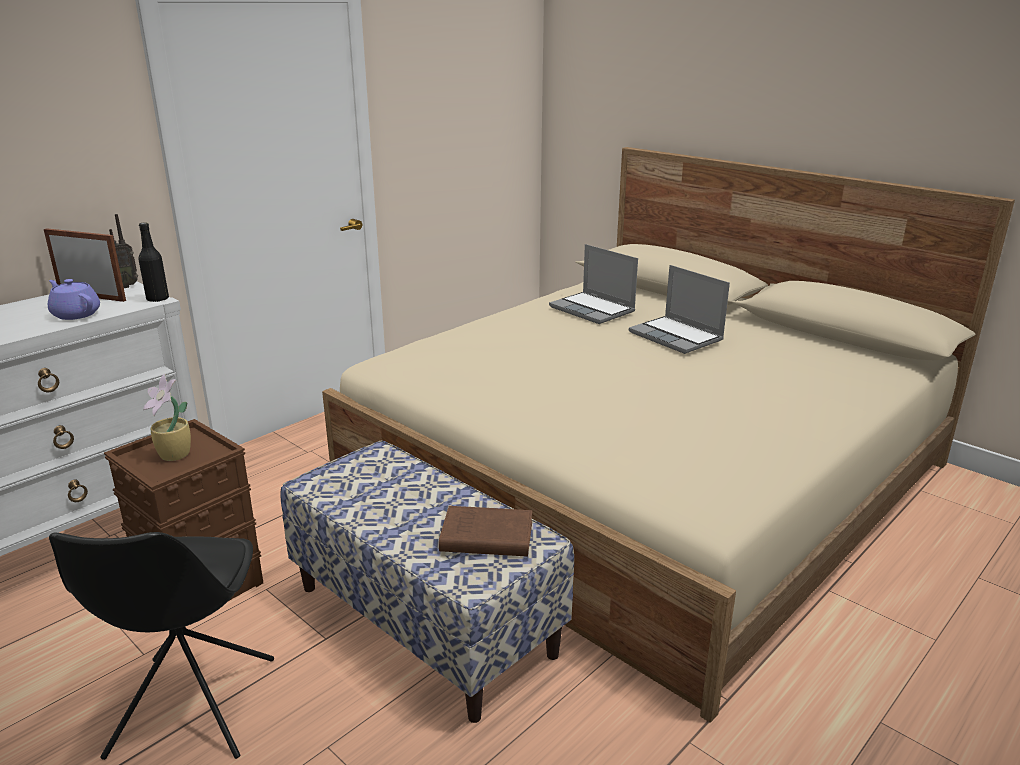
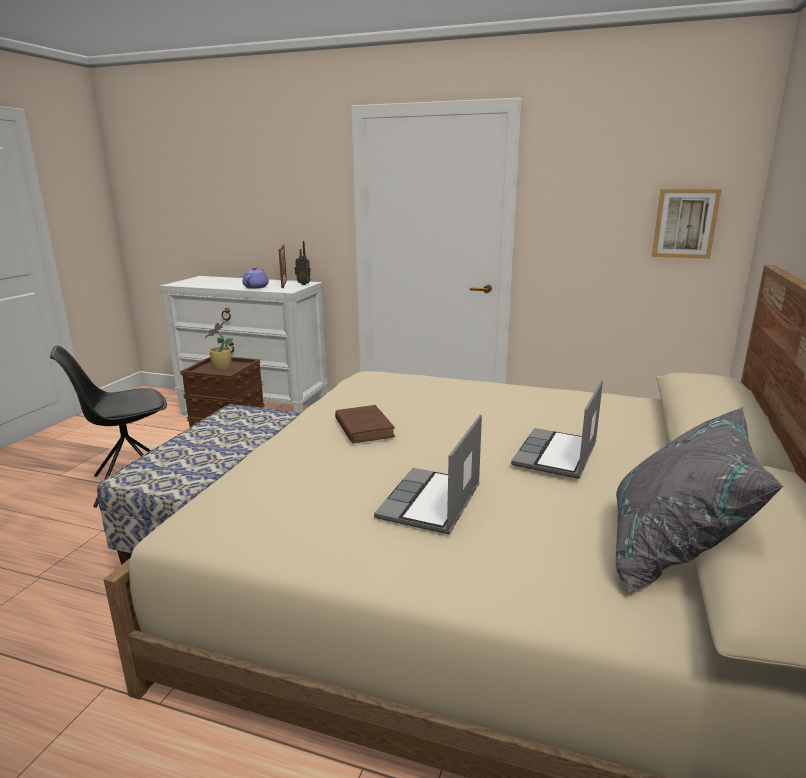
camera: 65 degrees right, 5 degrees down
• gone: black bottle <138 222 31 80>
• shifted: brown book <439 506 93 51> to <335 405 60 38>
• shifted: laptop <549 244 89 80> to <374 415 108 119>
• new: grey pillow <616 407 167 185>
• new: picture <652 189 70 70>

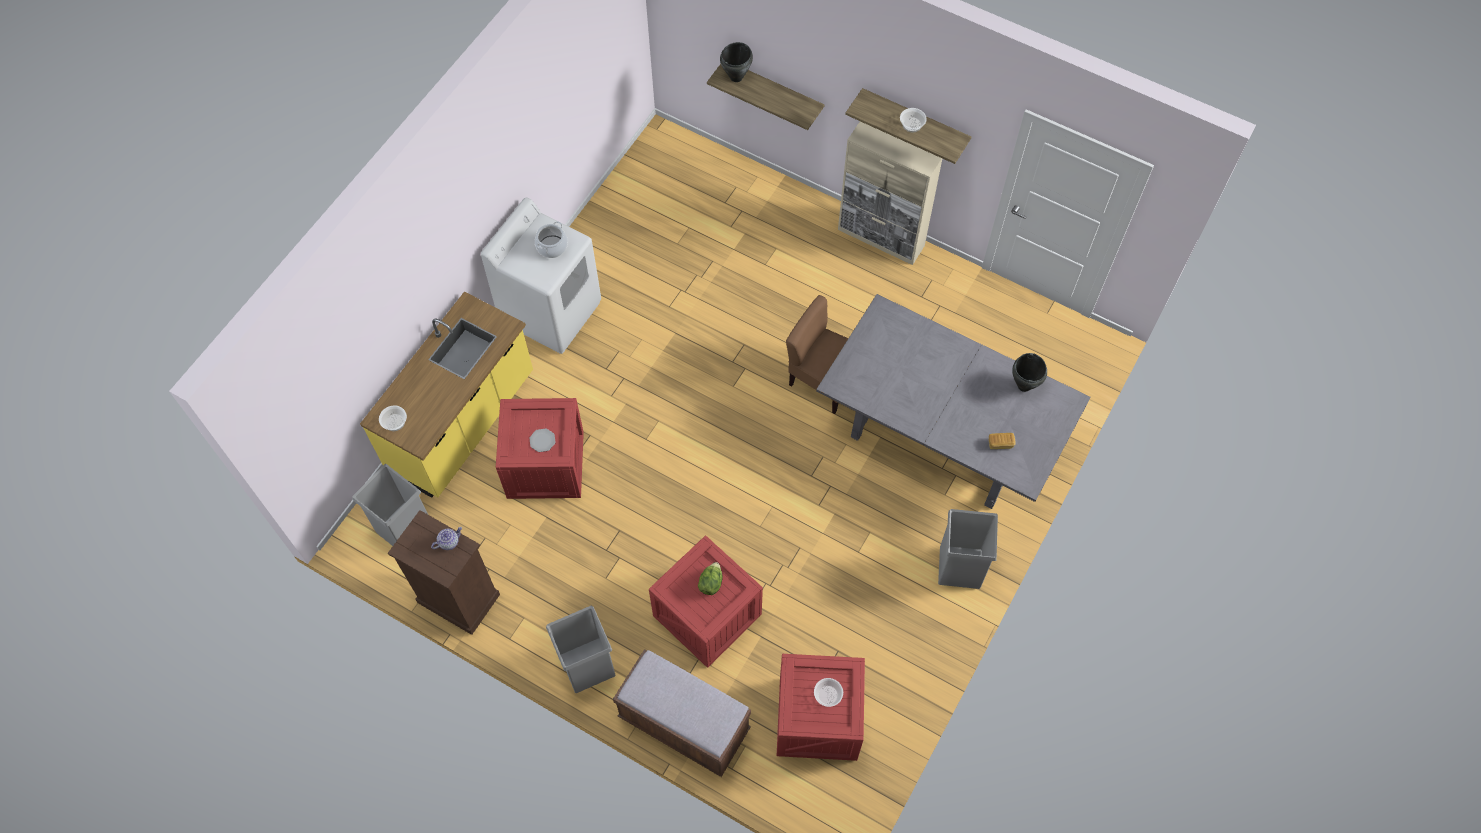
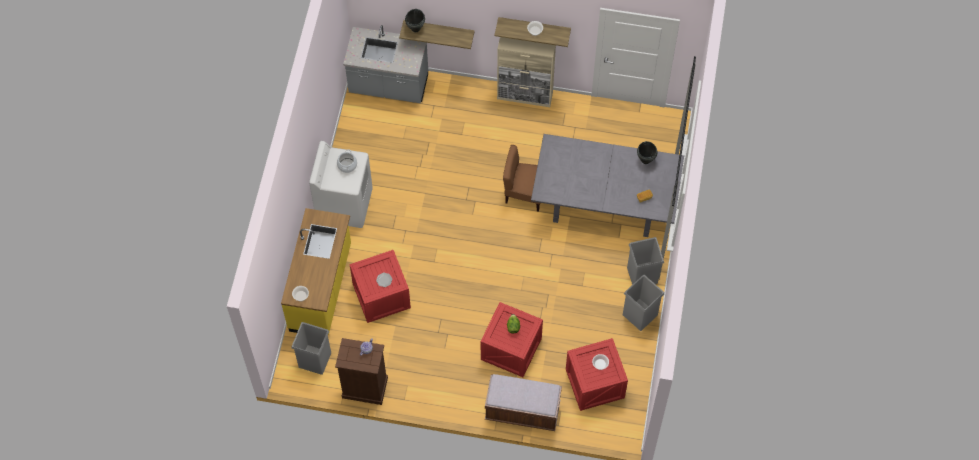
camera: 20 degrees left, 0 degrees up
• shifted: grey trash can <546 606 69 87> to <623 275 41 56>
• new: grey counter <343 25 85 78>

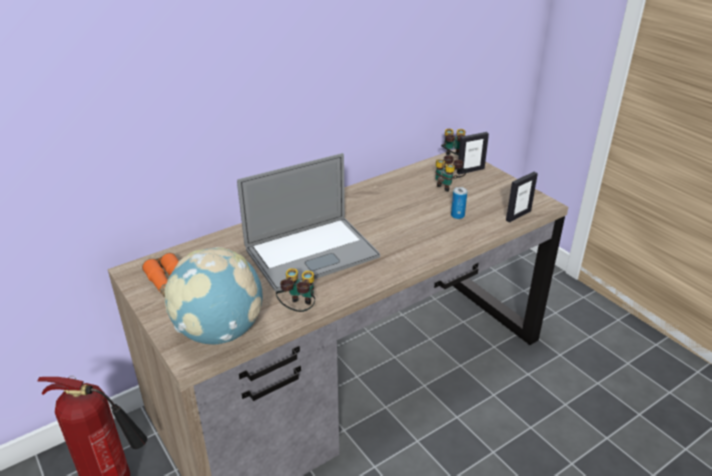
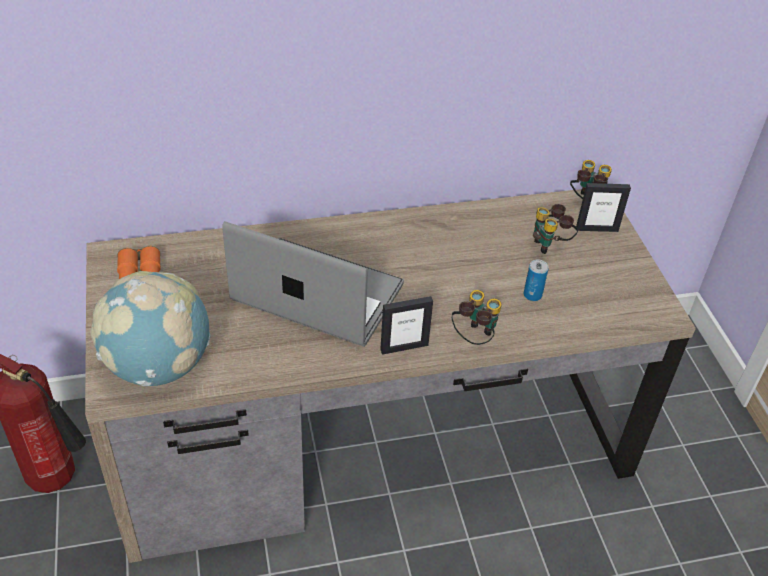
camera: 20 degrees right, 10 degrees up
• rotated: laptop <237 153 143 139> = <222 221 182 126> 150 degrees counterclockwise
• shifted: binoculars <276 268 39 44> to <452 290 50 55>
• shifted: picture frame <506 172 32 50> to <380 296 53 59>

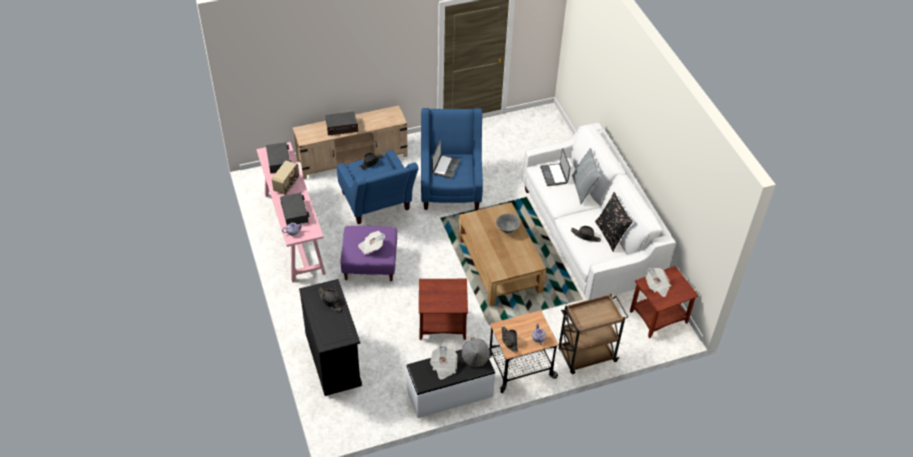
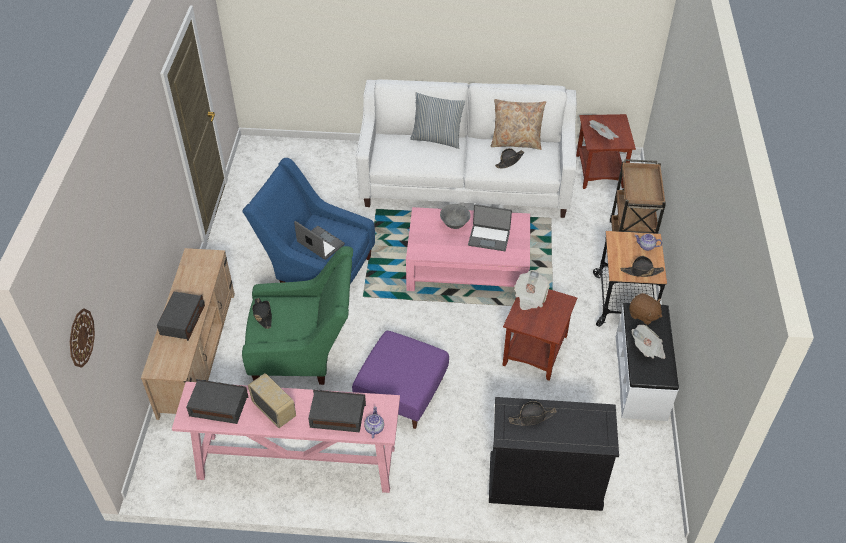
camera: 65 degrees left, 0 degrees up
• repainted: blue armchair <337 150 82 74> to green armchair <242 246 111 139>
• shifted: newspaper <358 231 27 24> to <514 270 36 40>
• repainted: brown coffee table <458 202 88 104> to pink coffee table <406 207 124 84>
• swapped: grey hat <461 337 29 30> to brown plush toy <629 293 33 32>
• shifted: laptop <540 148 30 38> to <468 204 44 47>
• repainted: black pillow <595 192 38 59> to beige pillow <491 99 55 51>
• new: wall clock <70 308 25 60>

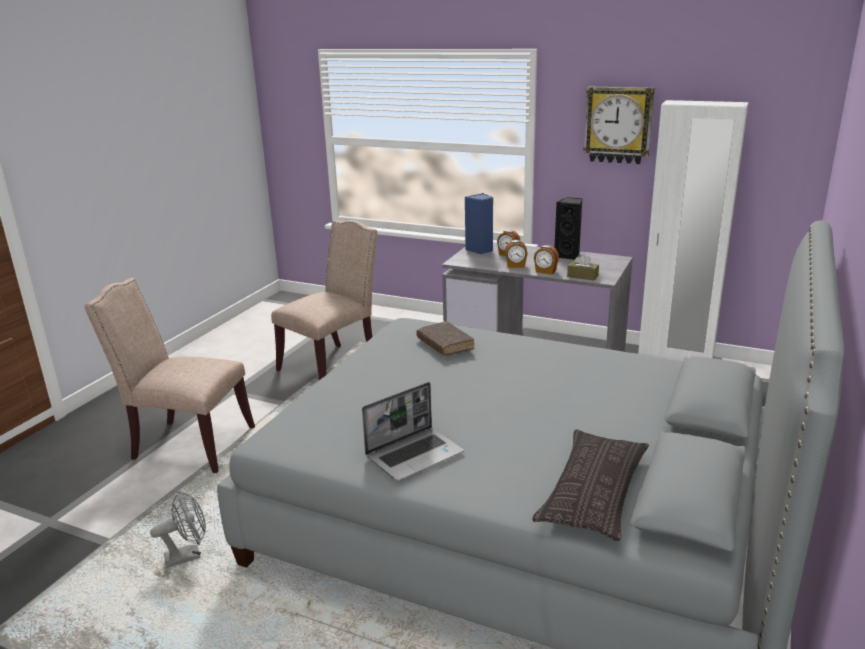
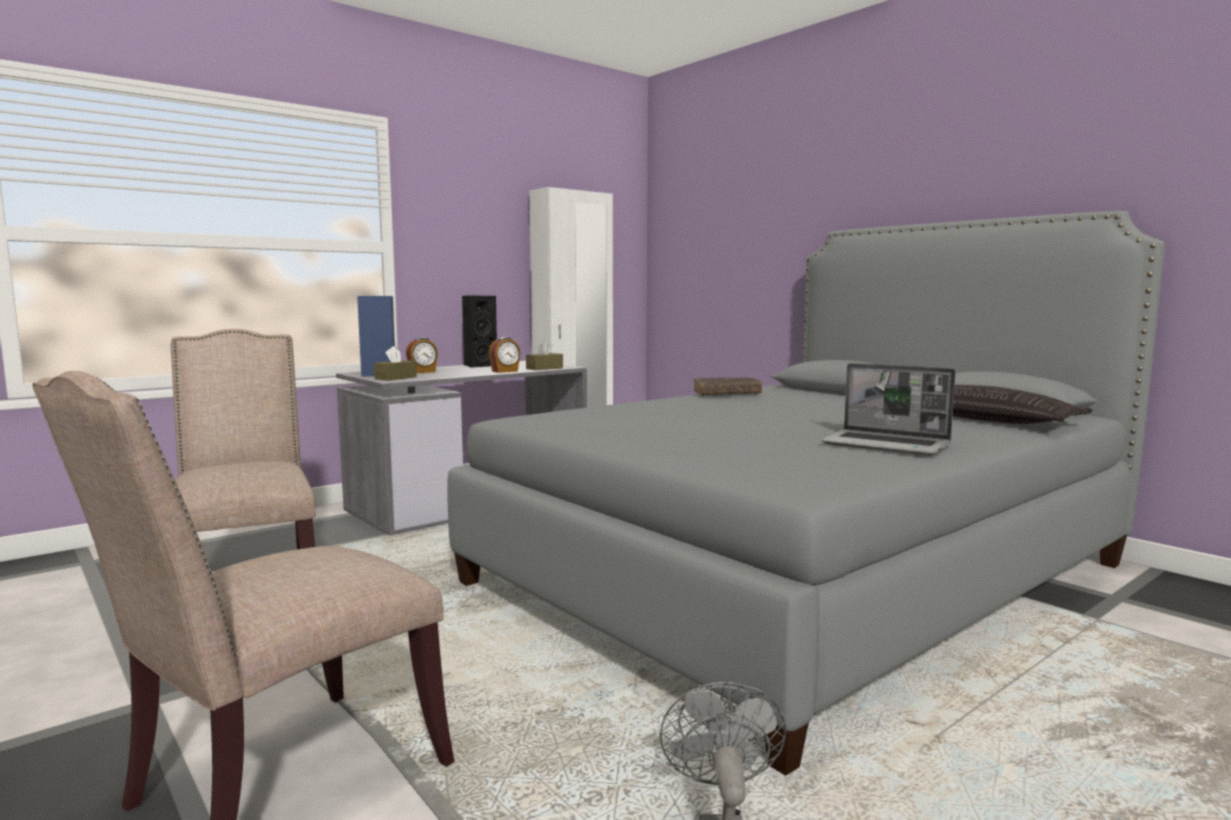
camera: 65 degrees left, 15 degrees down
• rotated: laptop <362 382 102 99> = <822 363 134 93> 135 degrees clockwise
• shifted: brown book <416 321 58 35> to <693 377 69 19>
• gone: alarm clock <505 240 23 28>
• gone: wall clock <583 87 72 77>
• new: brown tissue box <374 346 43 34>

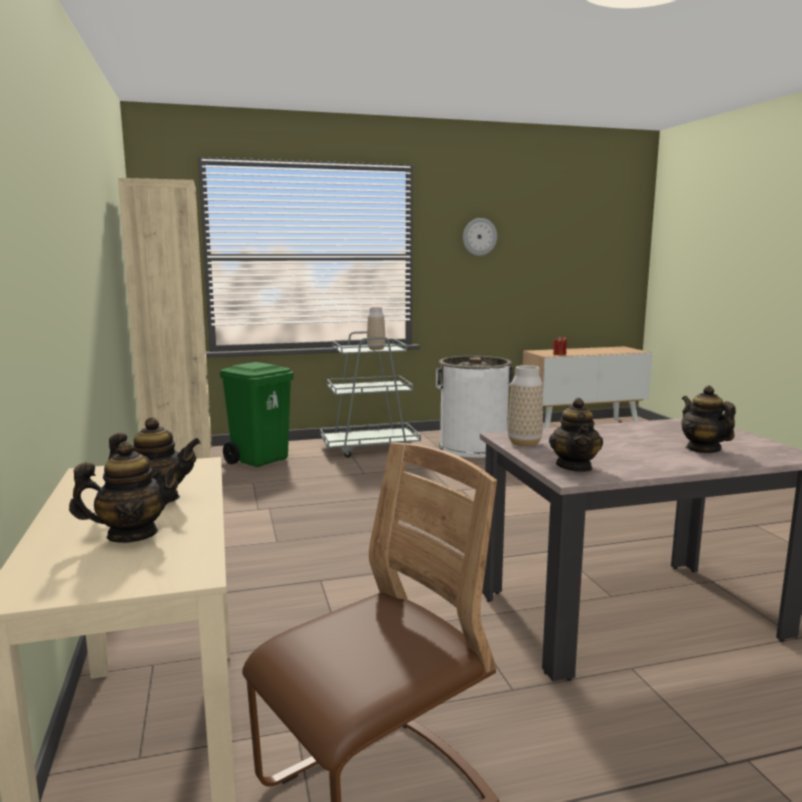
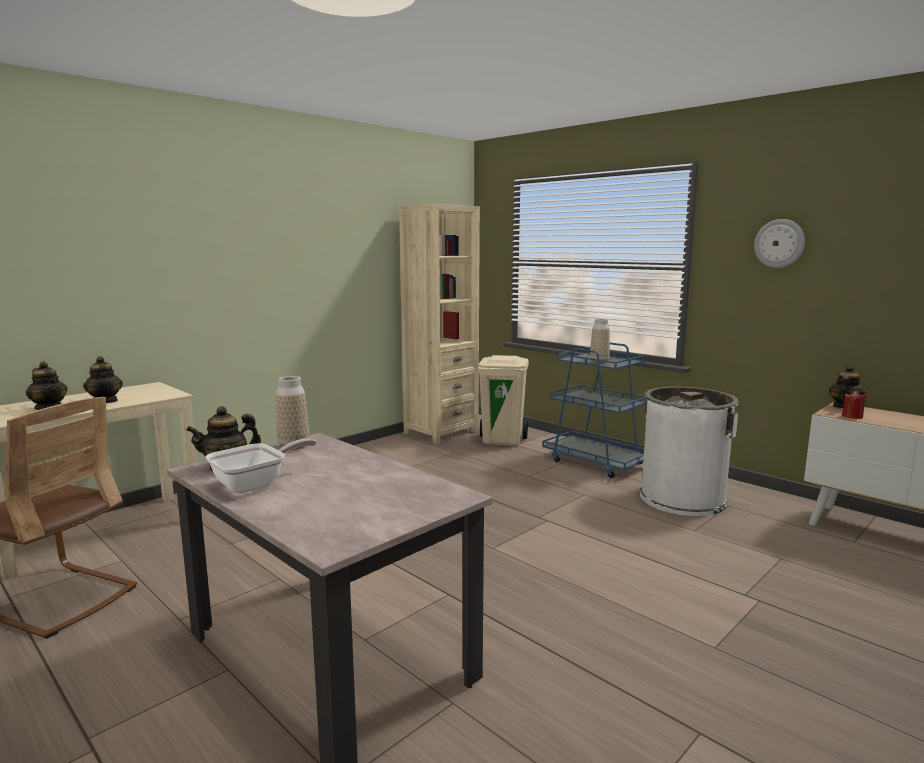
camera: 60 degrees right, 0 degrees up
• repainted: green trash can <220 362 74 105> to beige trash can <478 355 51 91>
• repainted: grey cart <320 331 101 127> to blue cart <542 342 104 136>
• shifted: teapot <681 385 55 68> to <829 366 37 42>
• new: frying pan <206 438 111 55>

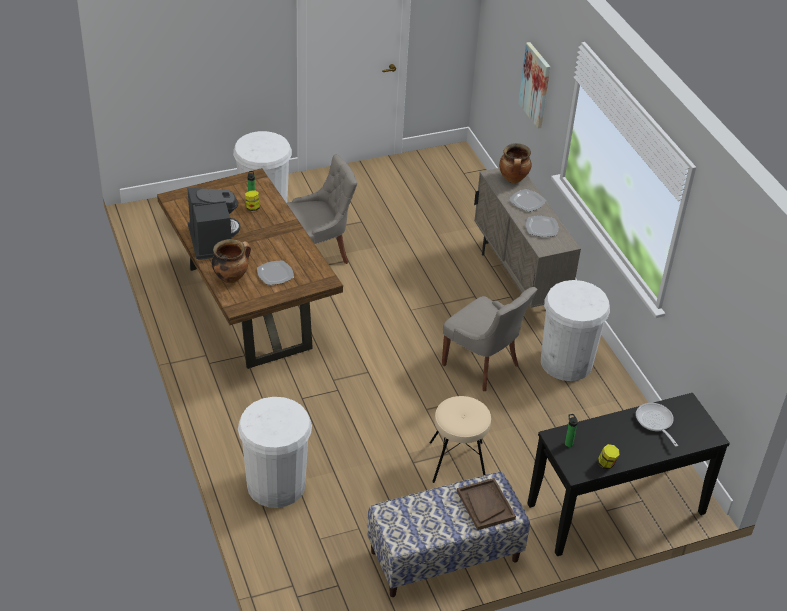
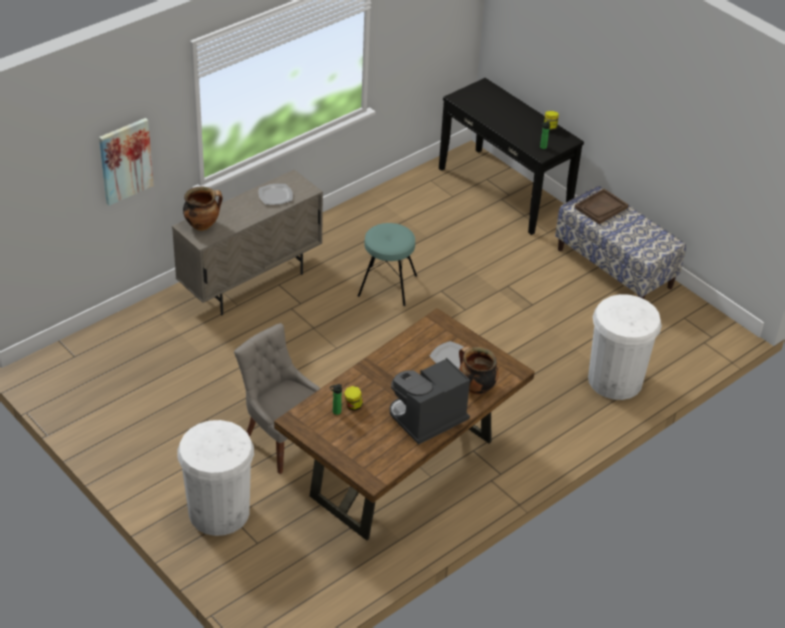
camera: 110 degrees left, 0 degrees up
• gone: beige stool <430 396 61 87>
• swapped: grey chair <442 287 95 104> to turquoise stool <358 223 59 83>
• gone: plate <509 189 37 23>
• gone: white trash can <541 280 69 101>
• gone: frying pan <636 403 42 44>

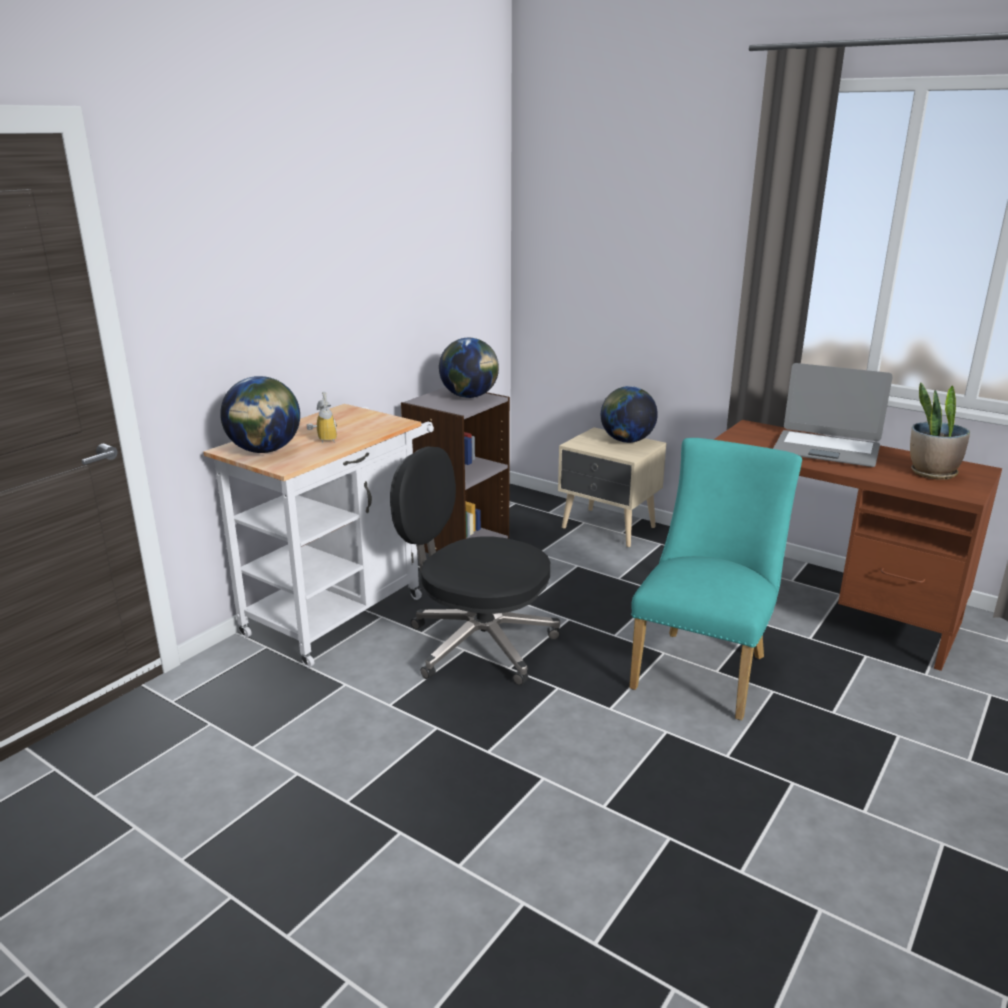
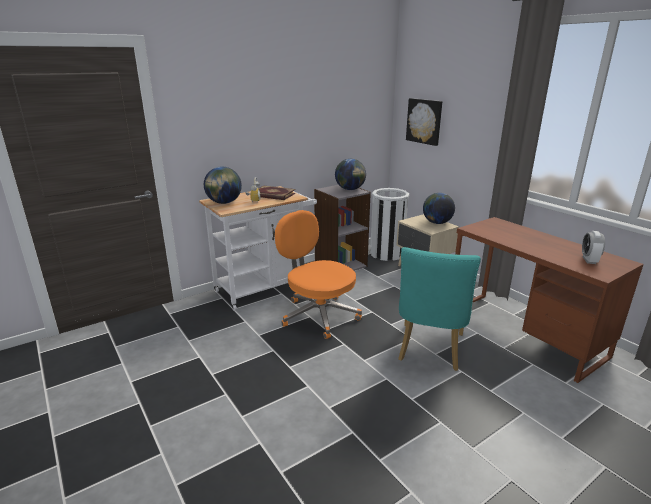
camera: 20 degrees right, 0 degrees up
• repainted: black office chair <390 446 170 239> to orange office chair <275 210 87 129>
• rotated: turquoise chair <629 438 173 282> = <398 247 83 124> 150 degrees clockwise
• gone: laptop <773 363 120 104>
• swapped: potted plant <910 383 60 97> to alarm clock <582 231 23 33>
• new: book <259 186 37 14>
• new: white trash can <370 188 40 73>
• new: picture <406 98 36 48>

